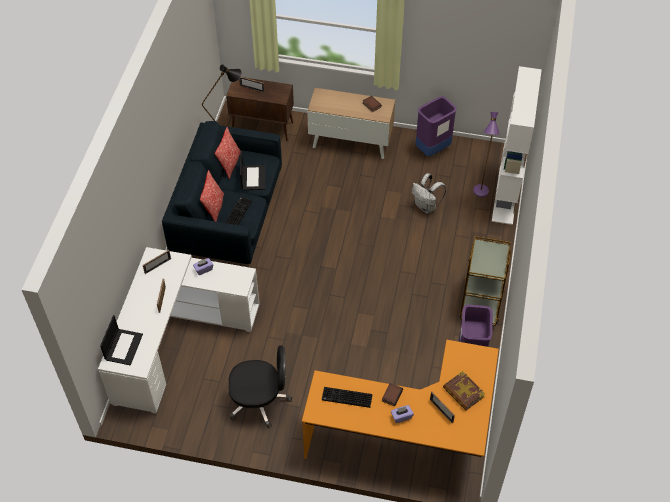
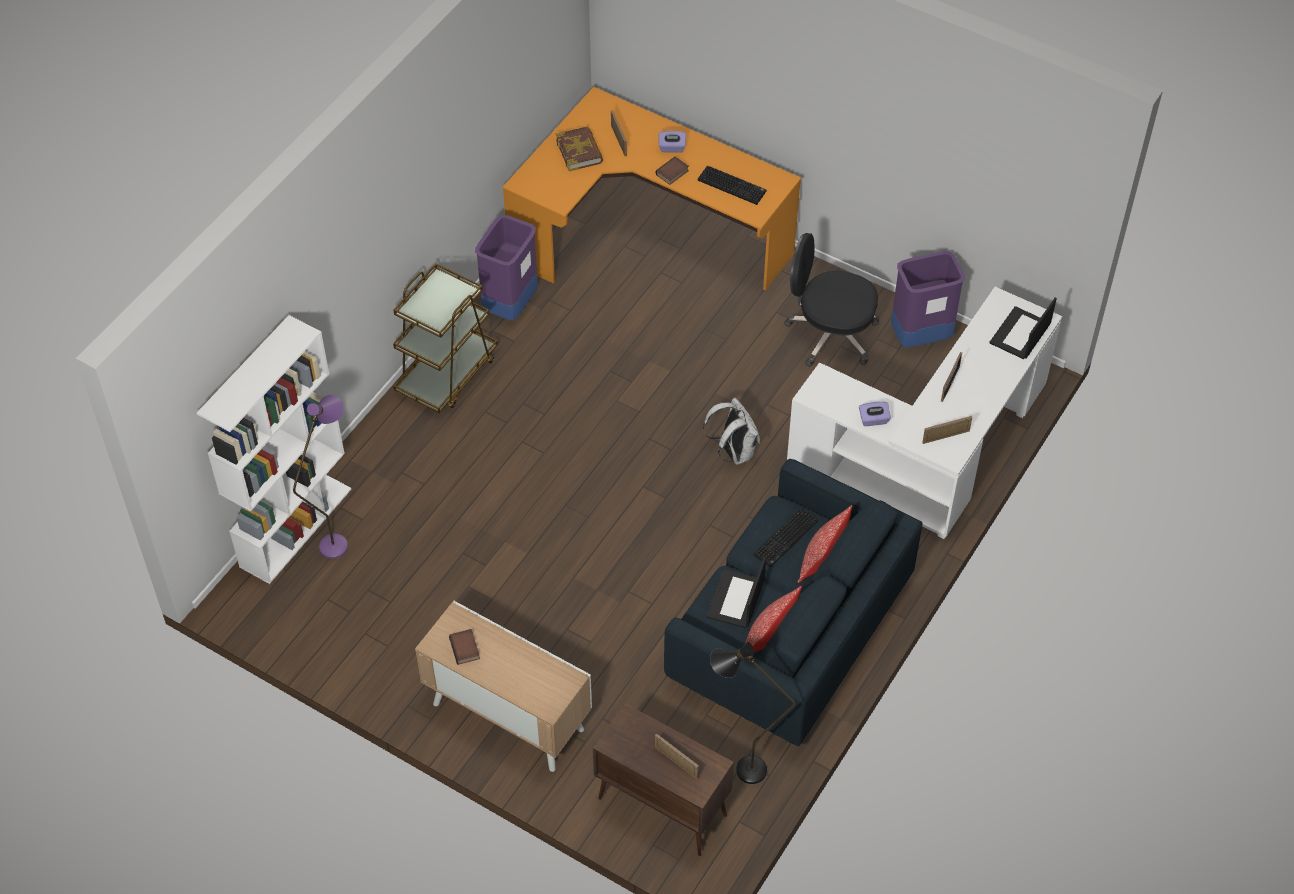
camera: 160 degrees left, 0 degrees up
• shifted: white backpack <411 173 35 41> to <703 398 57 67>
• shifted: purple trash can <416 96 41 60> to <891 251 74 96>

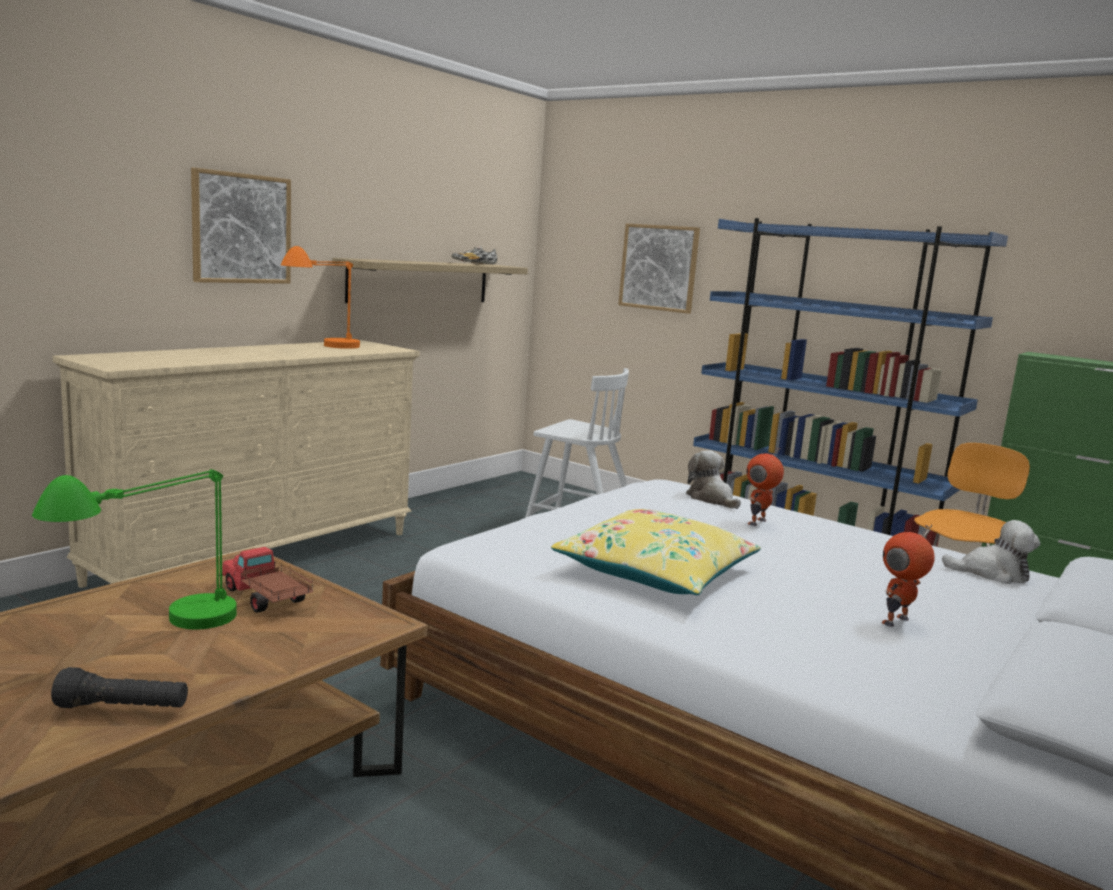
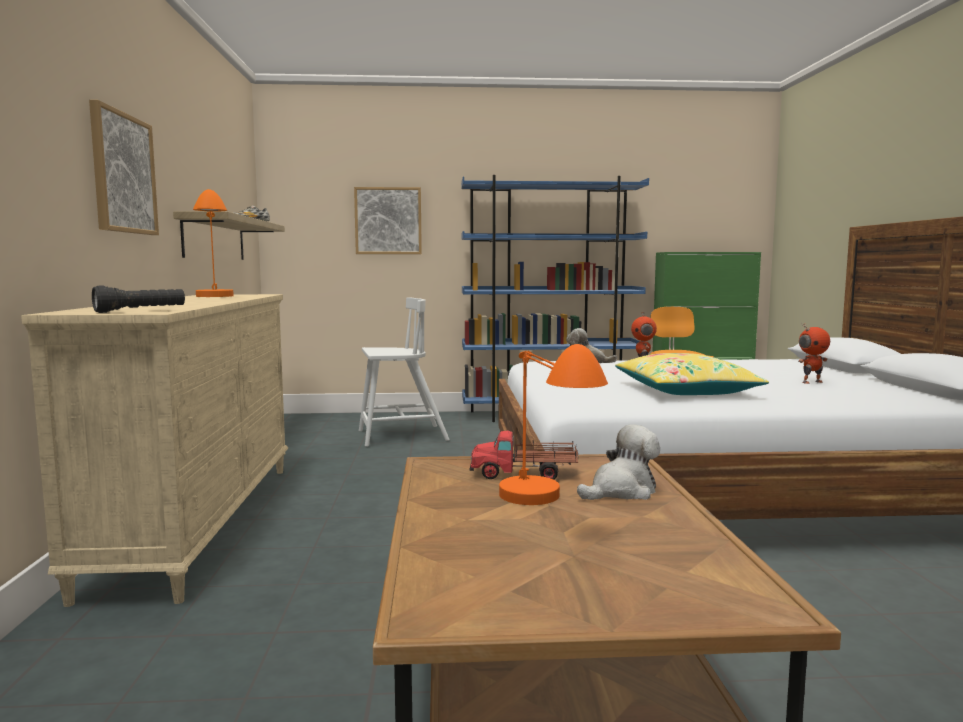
camera: 40 degrees left, 5 degrees down
• repainted: green table lamp <32 469 205 161> to orange table lamp <499 344 109 161>
• shifted: black flashlight <51 667 137 41> to <92 286 93 27>
• rotated: toy robot <882 524 53 103> = <798 323 32 61> 120 degrees counterclockwise
• shifted: plush toy <942 520 98 64> to <577 424 83 76>

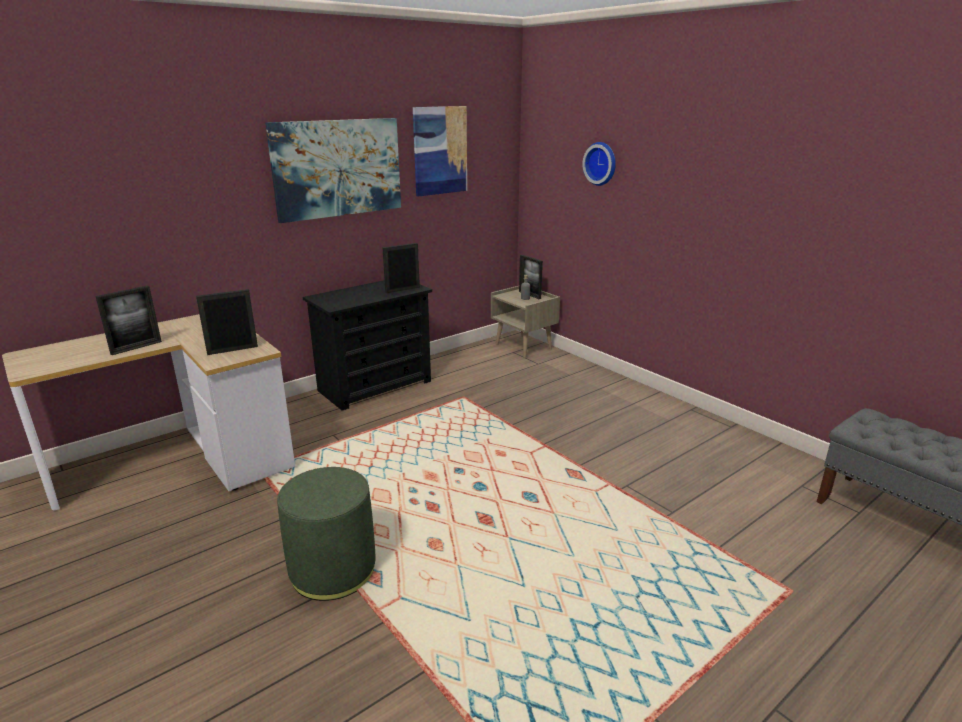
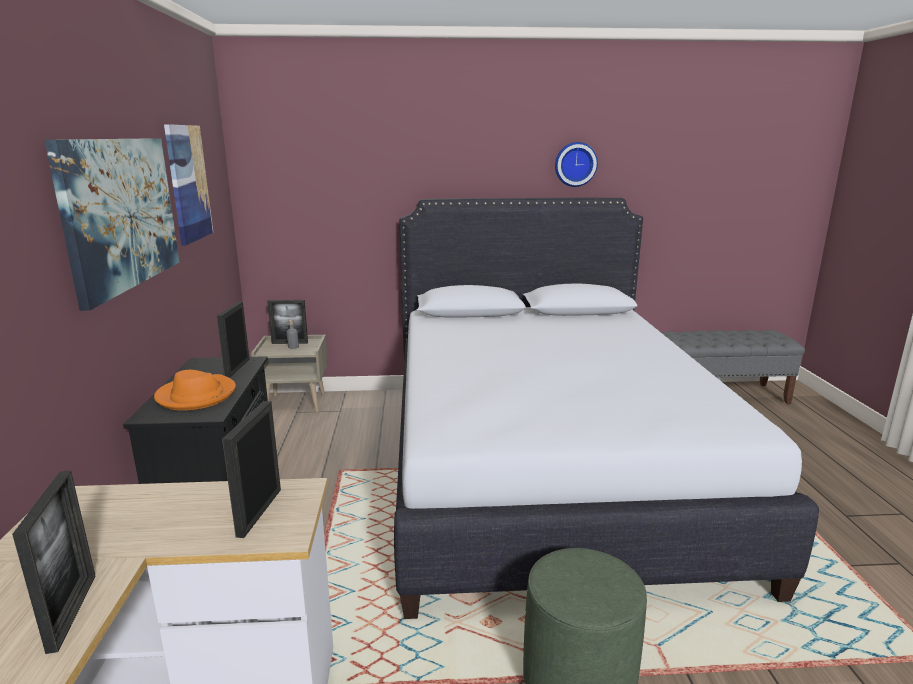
camera: 55 degrees left, 5 degrees down
• shifted: wall clock <582 142 34 44> to <555 142 43 45>
• new: orange hat <154 370 82 40>
• new: white bed <394 198 425 421>

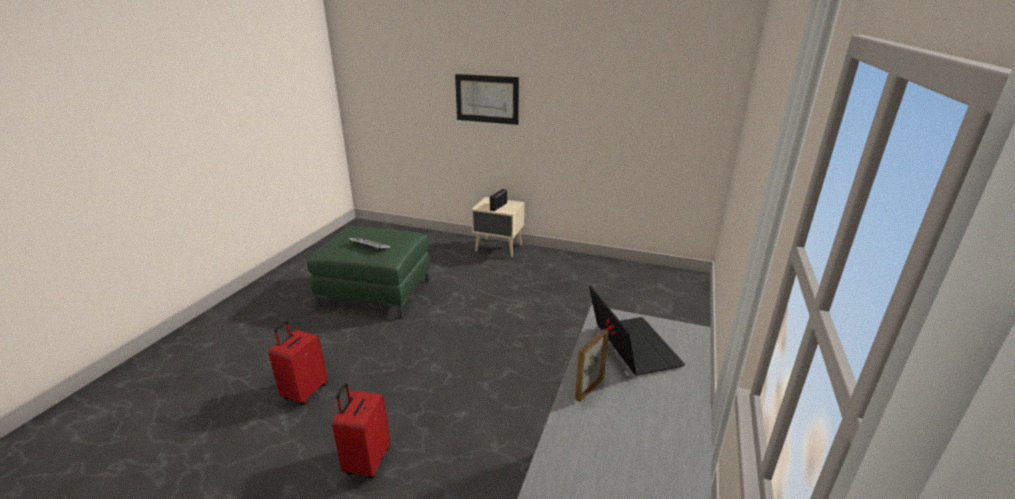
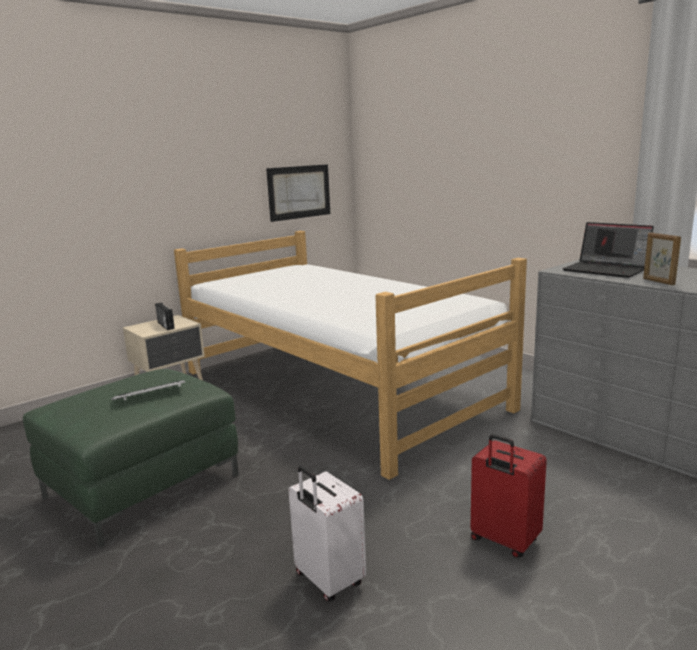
camera: 60 degrees left, 10 degrees down
• repainted: red suitcase <268 321 60 84> to white suitcase <288 466 78 136>
• shifted: picture <455 74 64 51> to <266 164 64 58>
• rotated: laptop <589 285 96 91> = <562 222 92 56> 150 degrees counterclockwise
• new: bed <174 231 353 249>

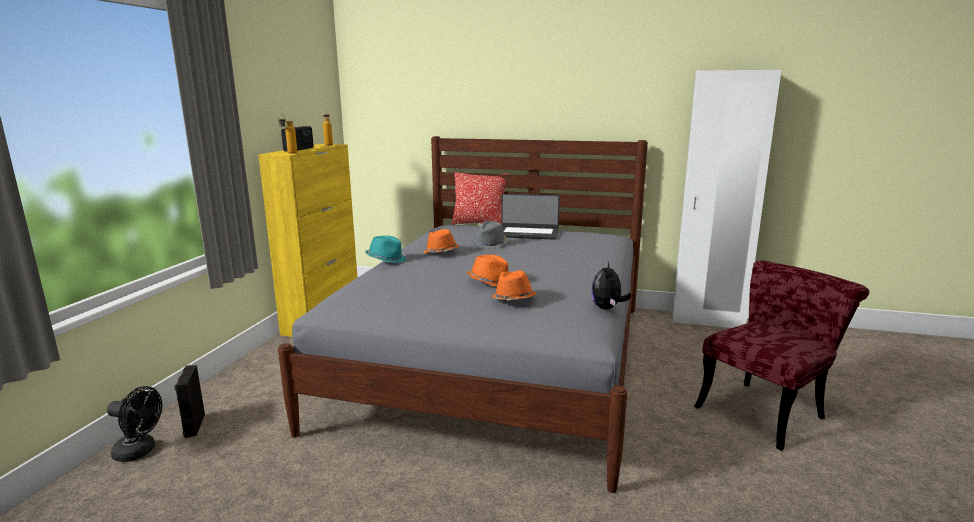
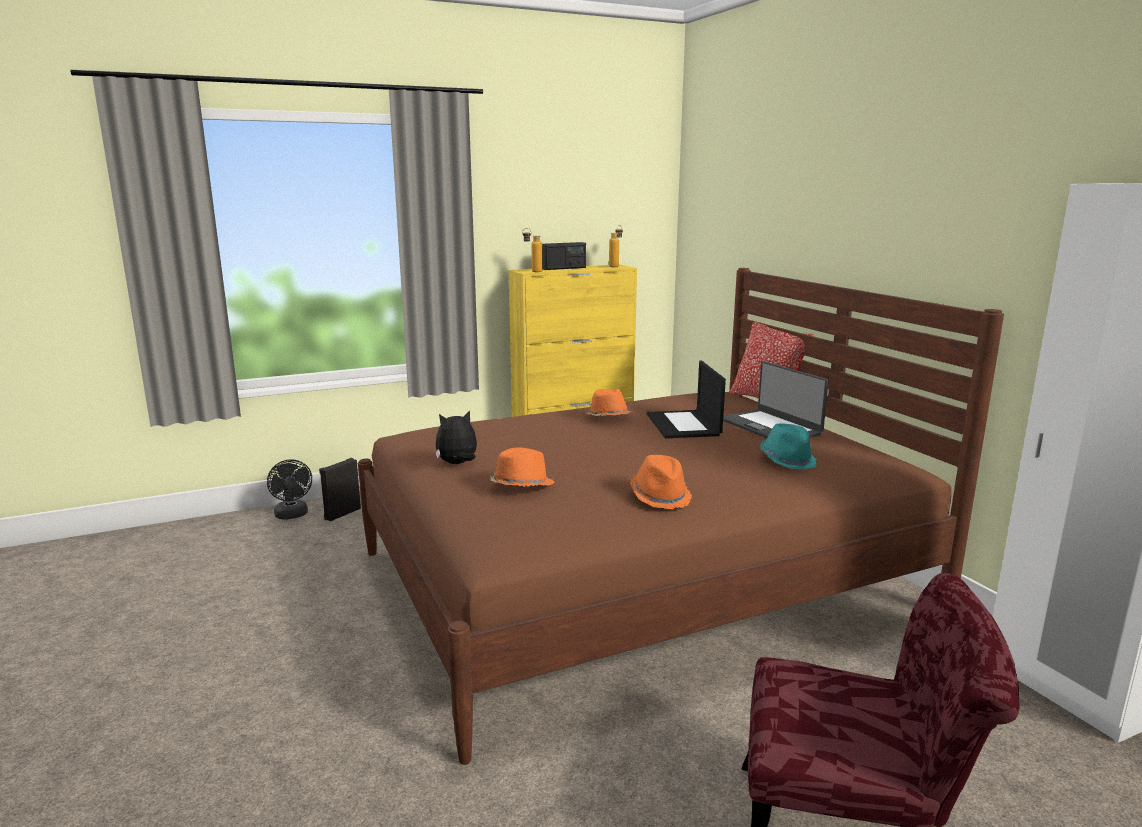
camera: 50 degrees right, 0 degrees up
• repainted: grey bed <278 136 370 357> to brown bed <358 268 646 497>
• shifted: turquoise hat <365 236 41 27> to <760 424 56 46>
• shifted: orange hat <467 255 42 31> to <630 455 62 54>
• swapped: grey hat <472 221 35 28> to laptop <647 361 79 77>
• shifted: plush toy <591 262 40 47> to <436 410 41 54>

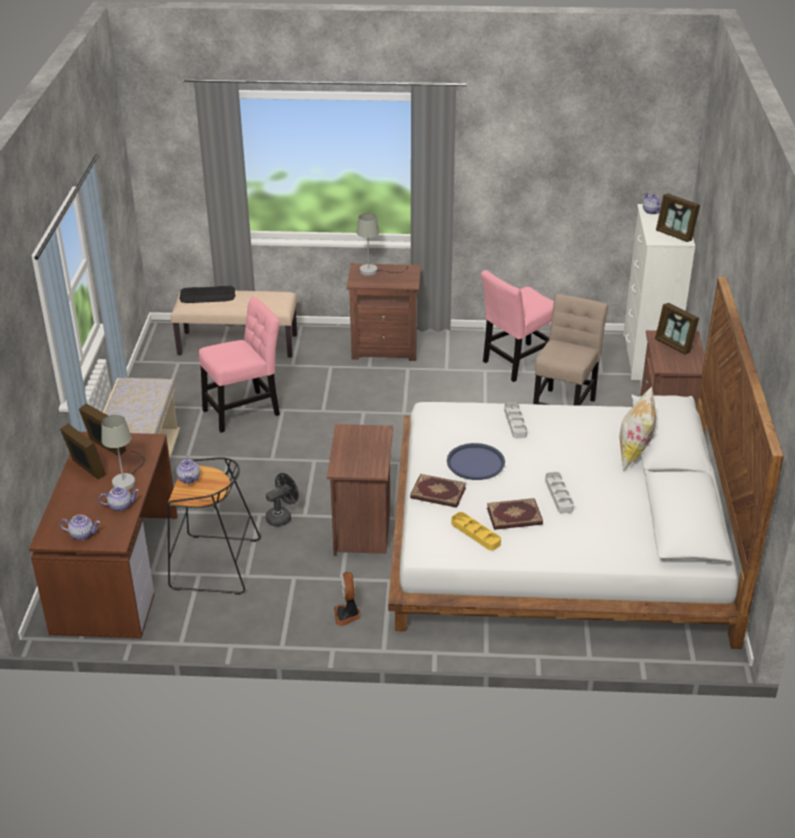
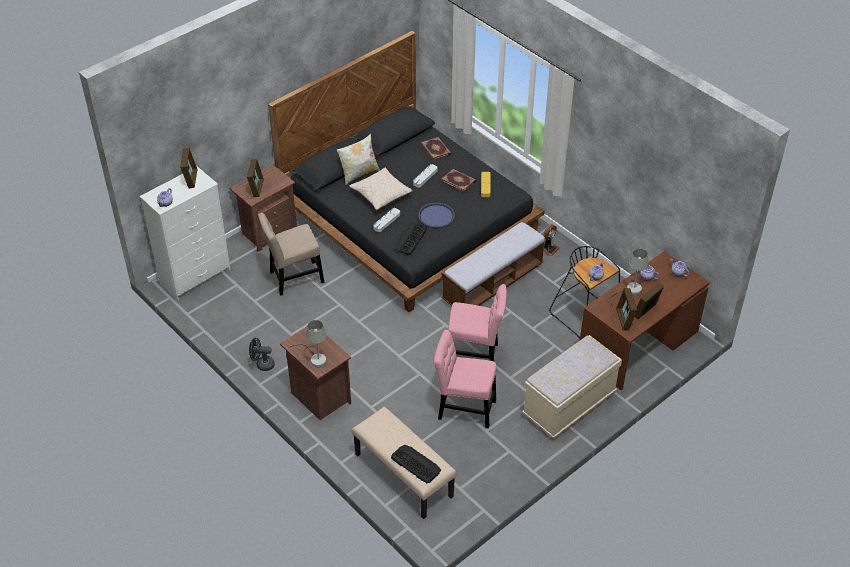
camera: 135 degrees left, 10 degrees up
• rotated: picture frame <60 424 46 55> = <635 283 29 36> 45 degrees clockwise
• shifted: black fan <265 473 34 54> to <249 338 26 33>
• swapped: brown nightstand <327 424 66 132> to bench <441 221 105 85>
• repainted: white bed <388 277 396 372> to black bed <268 31 277 281>
• shifted: book <410 474 56 34> to <421 137 30 24>
• shifted: pink chair <481 270 73 112> to <448 284 59 77>
• new: beige pillow <349 167 64 44>
• new: keyboard <394 223 33 32>

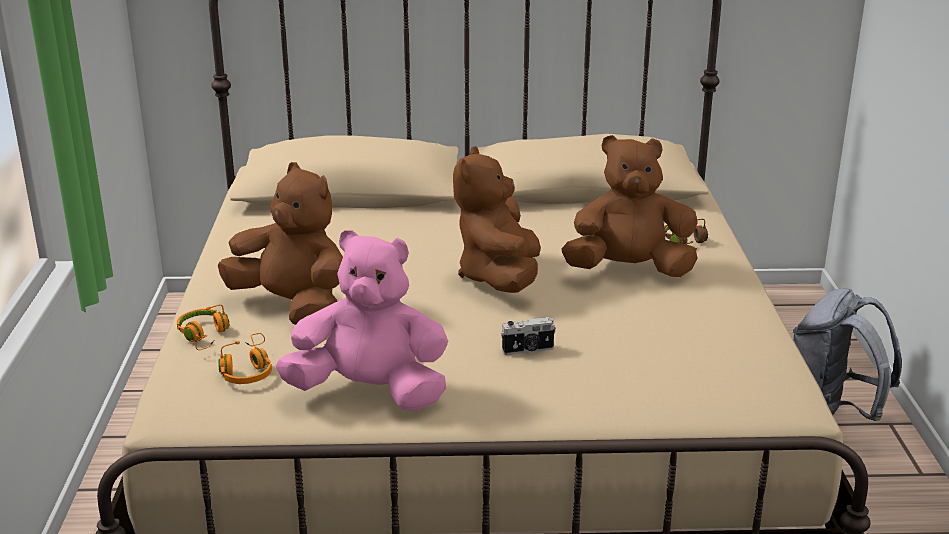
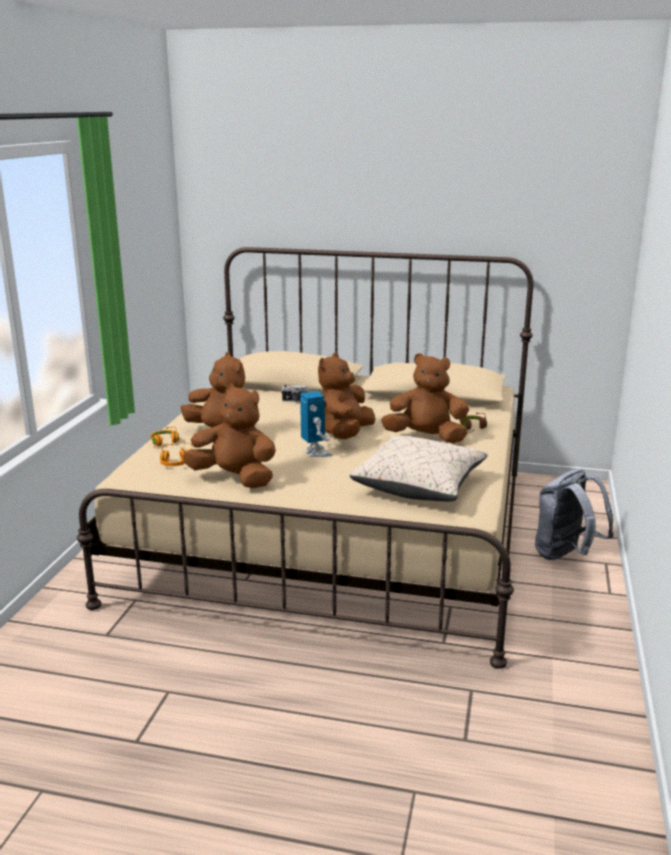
camera: 15 degrees right, 5 degrees down
• repainted: pink plush toy <276 230 172 181> to brown plush toy <183 384 93 104>
• shifted: photo camera <501 317 55 38> to <281 385 27 17>
• new: toy robot <300 391 32 66>
• new: beige pillow <350 436 138 66>

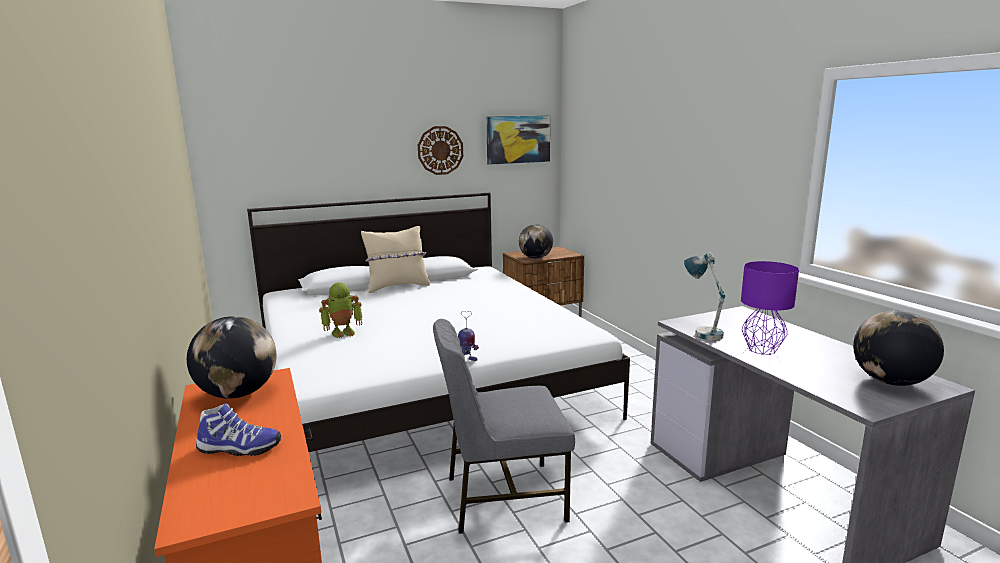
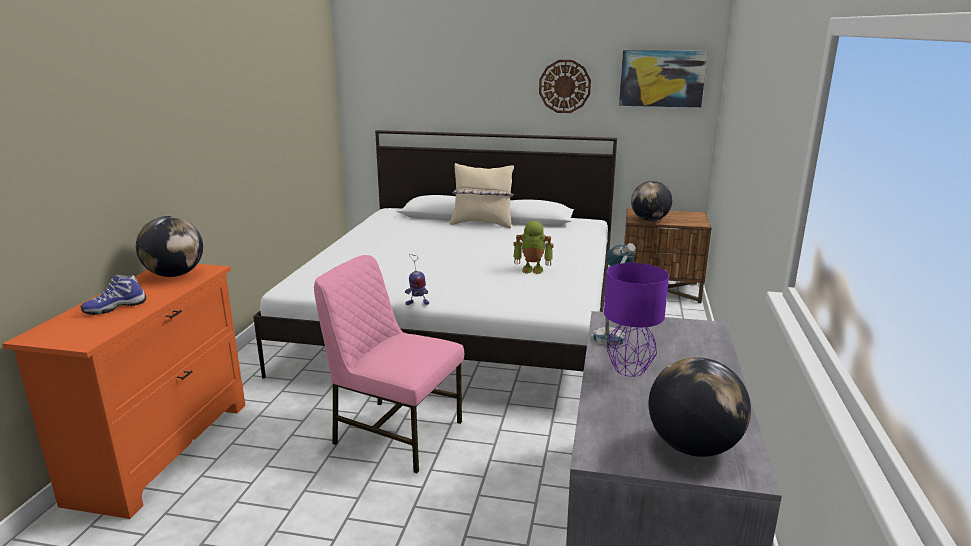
camera: 35 degrees right, 5 degrees up
• rotated: shoe <196 403 85 53> = <81 274 65 41> 105 degrees clockwise
• shifted: toy robot <319 282 44 56> to <513 221 41 53>
• repainted: grey chair <433 319 142 215> to pink chair <314 255 150 218>

